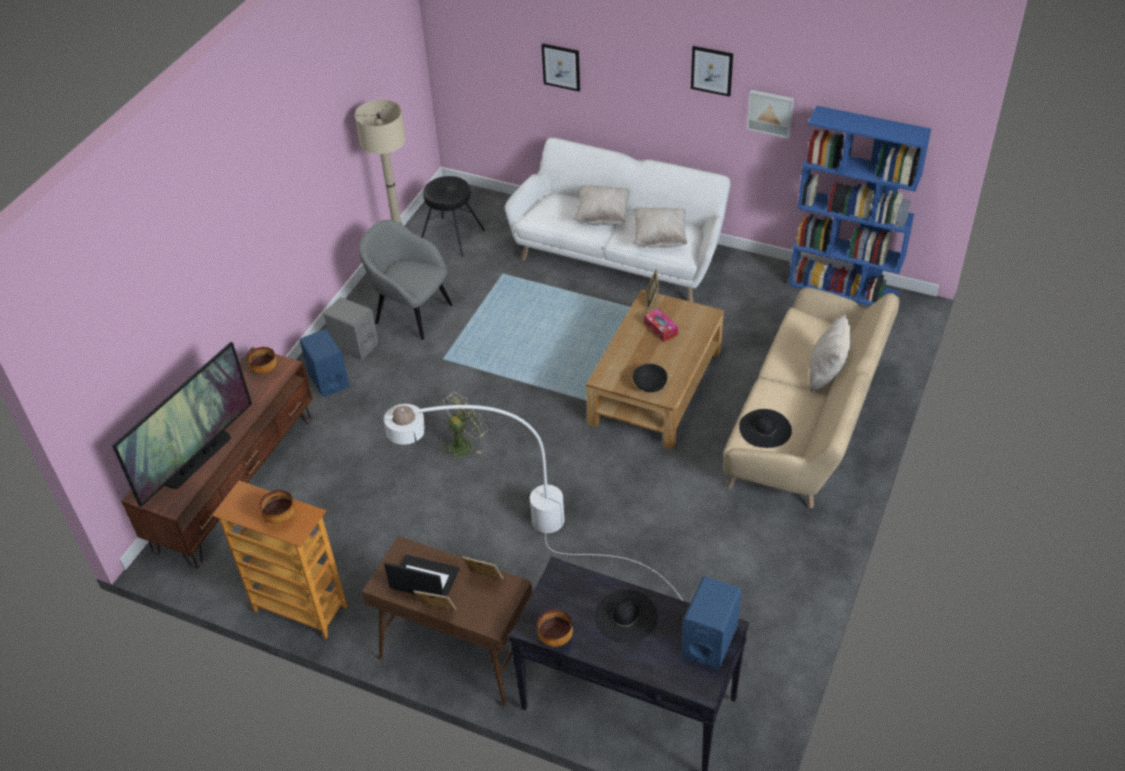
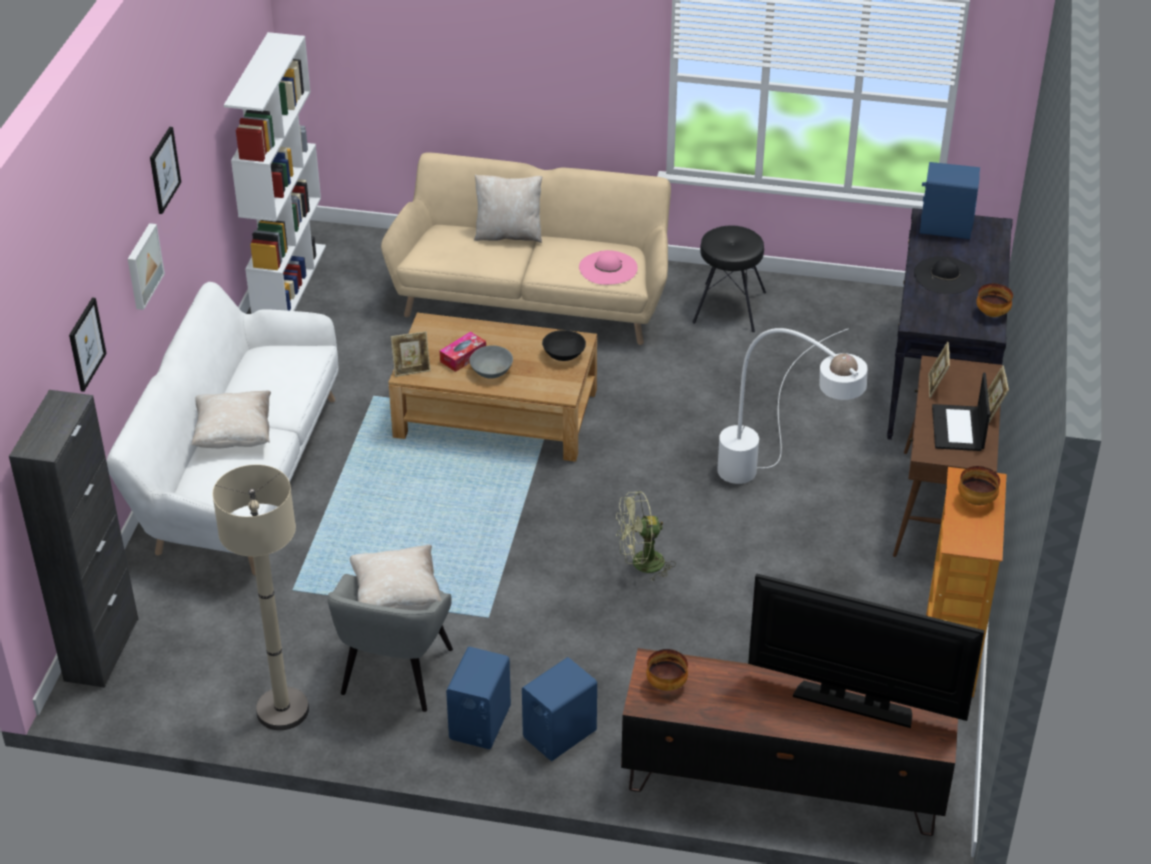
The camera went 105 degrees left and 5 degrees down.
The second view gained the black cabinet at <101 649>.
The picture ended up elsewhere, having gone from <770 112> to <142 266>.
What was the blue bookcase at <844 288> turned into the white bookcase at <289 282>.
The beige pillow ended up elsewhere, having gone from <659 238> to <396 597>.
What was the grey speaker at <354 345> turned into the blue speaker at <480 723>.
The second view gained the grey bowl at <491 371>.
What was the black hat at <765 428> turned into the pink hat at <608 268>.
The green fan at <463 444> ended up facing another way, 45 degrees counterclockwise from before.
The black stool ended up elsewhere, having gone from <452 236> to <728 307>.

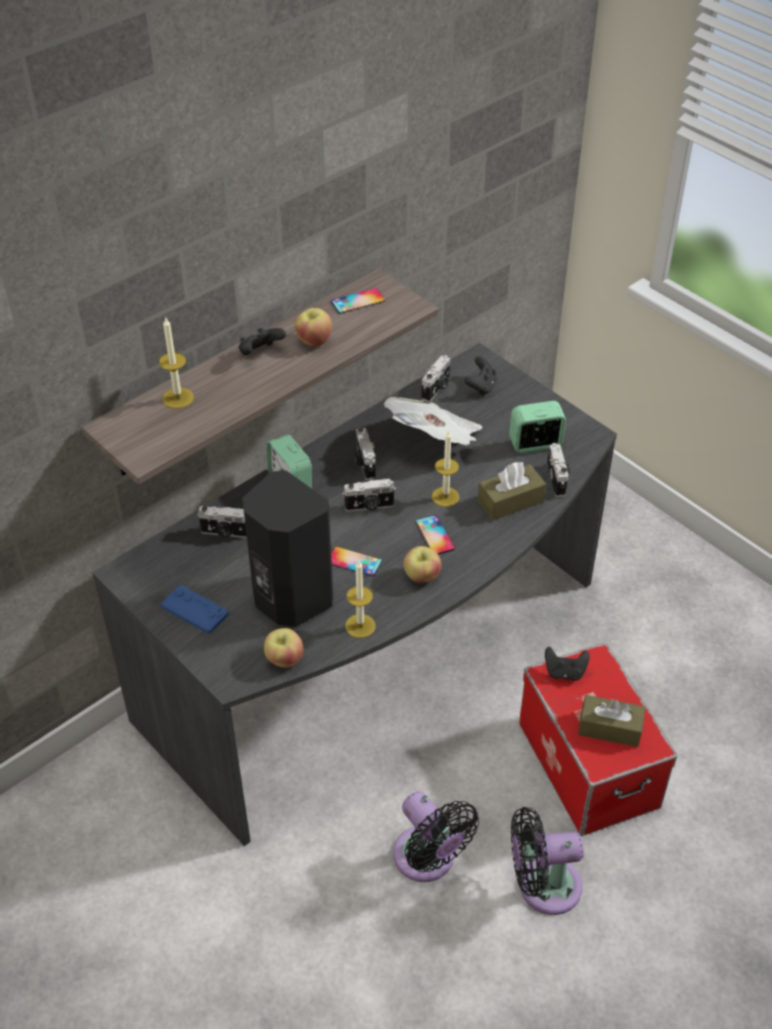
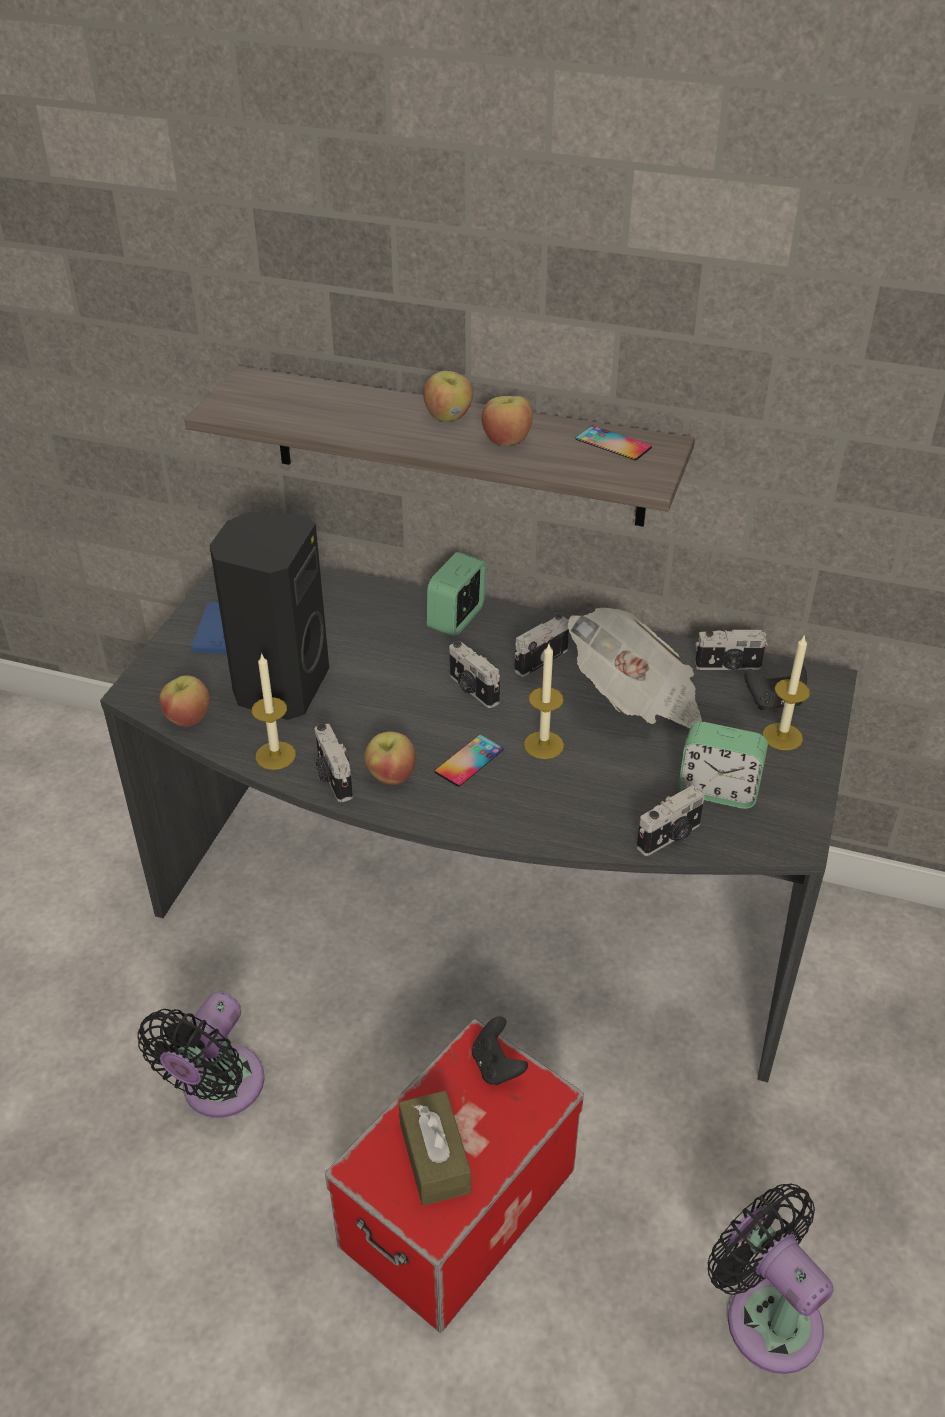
The camera went 60 degrees right and 5 degrees down.
The photo camera ended up elsewhere, having gone from <225 533> to <332 778>.
Where the black game controller stood at <260 353>, the apple came to stand at <449 417>.
The alarm clock at <535 444> ended up facing another way, 150 degrees clockwise from before.
The black fan ended up elsewhere, having gone from <542 886> to <766 1314>.
The candle ended up elsewhere, having gone from <178 398> to <782 736>.
The second view lost the phone at <354 561>.
The second view lost the brown tissue box at <510 501>.

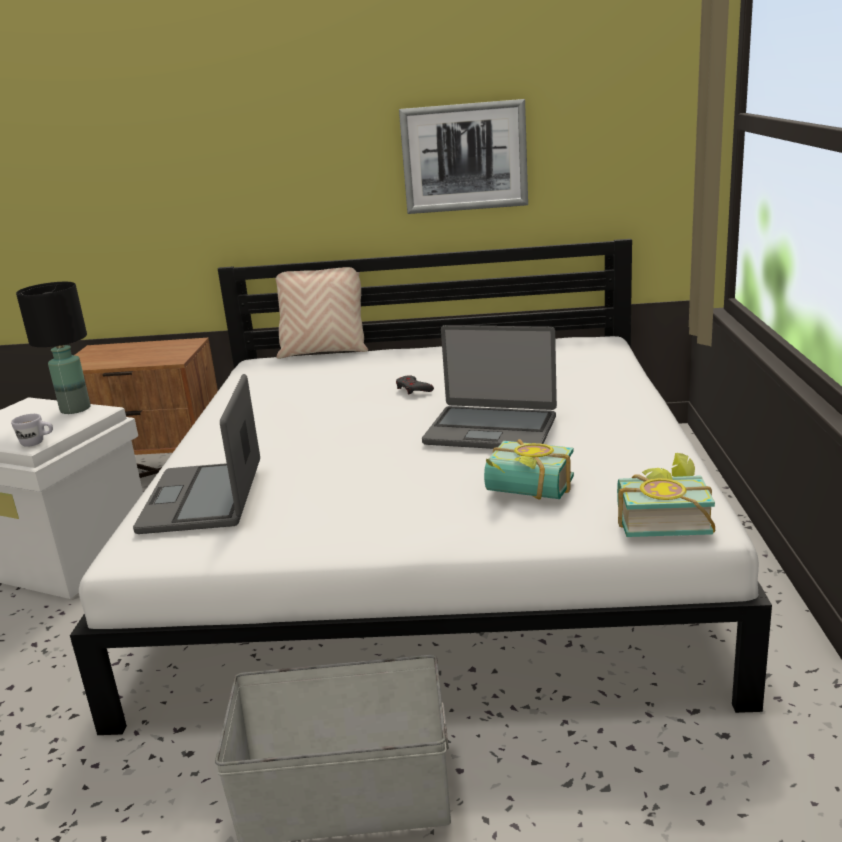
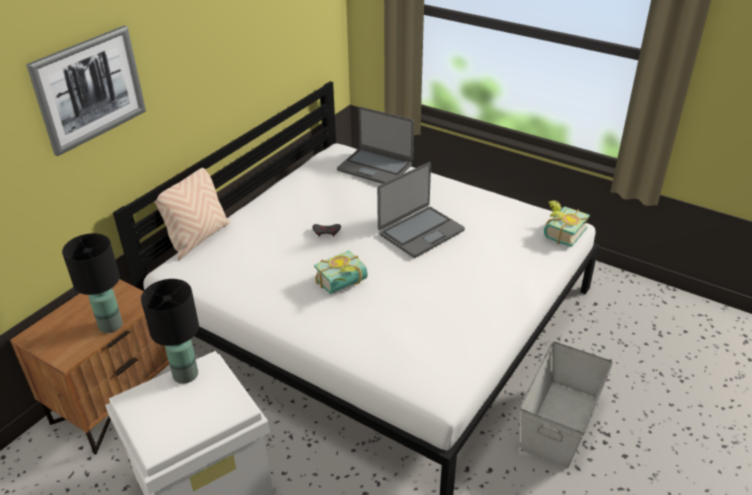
The camera went 60 degrees left and 15 degrees up.
The picture ended up elsewhere, having gone from <464 157> to <89 89>.
The second view gained the black table lamp at <110 325>.
The book ended up elsewhere, having gone from <527 493> to <343 284>.
The laptop ended up elsewhere, having gone from <204 499> to <375 167>.
The second view lost the white mug at <37 443>.

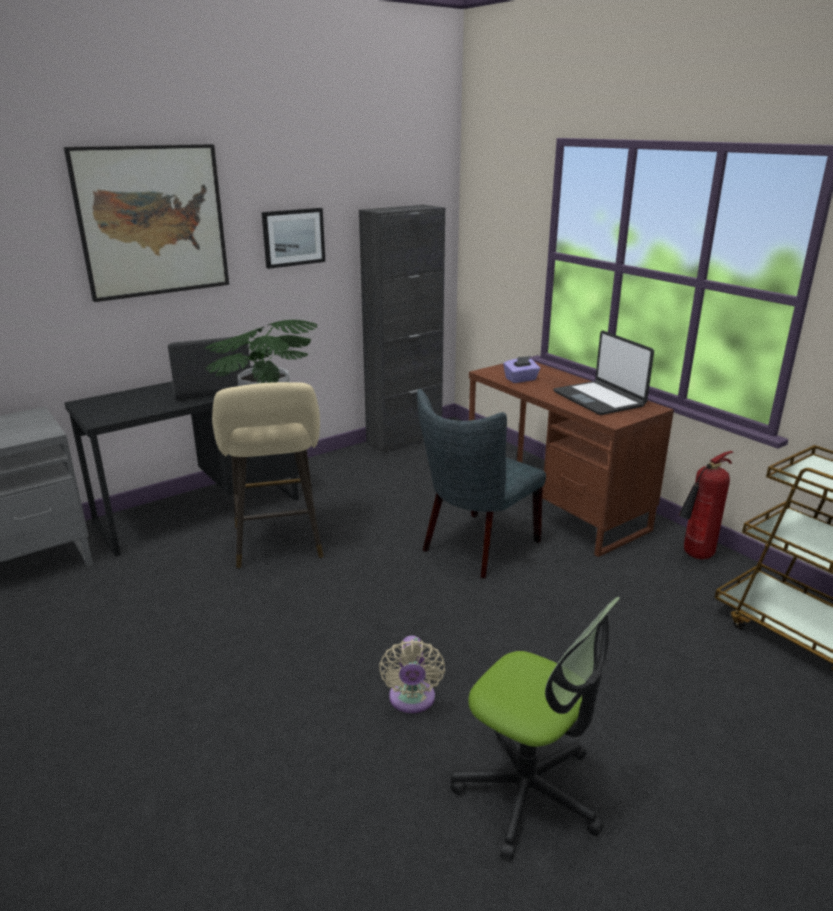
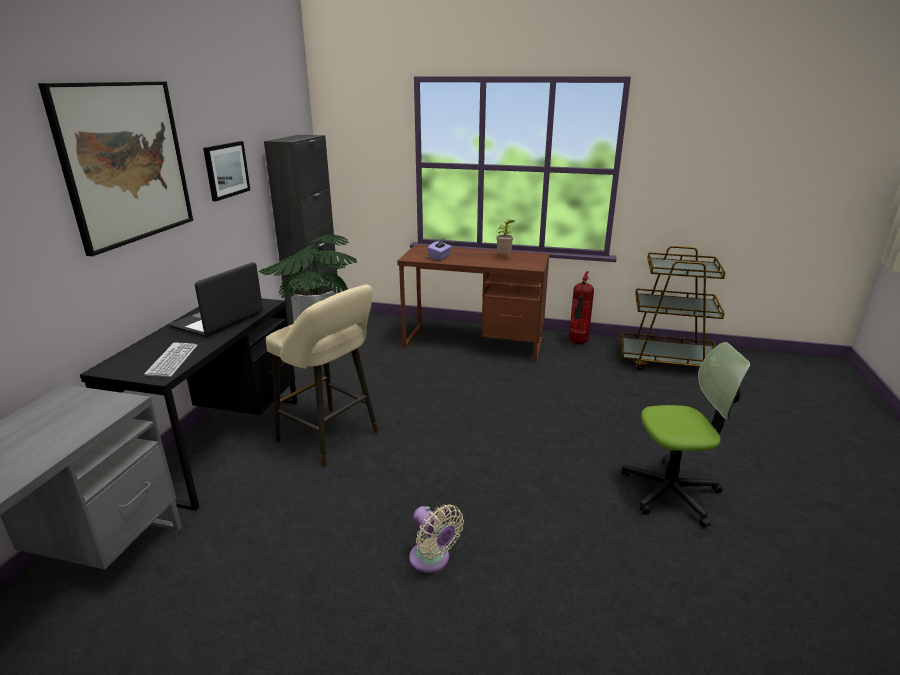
The camera went 40 degrees left and 0 degrees up.
The second view gained the keyboard at <172 360>.
The beige fan ended up elsewhere, having gone from <412 700> to <432 560>.
Where the laptop stood at <599 399>, the potted plant came to stand at <504 257>.
The second view lost the grey chair at <475 548>.

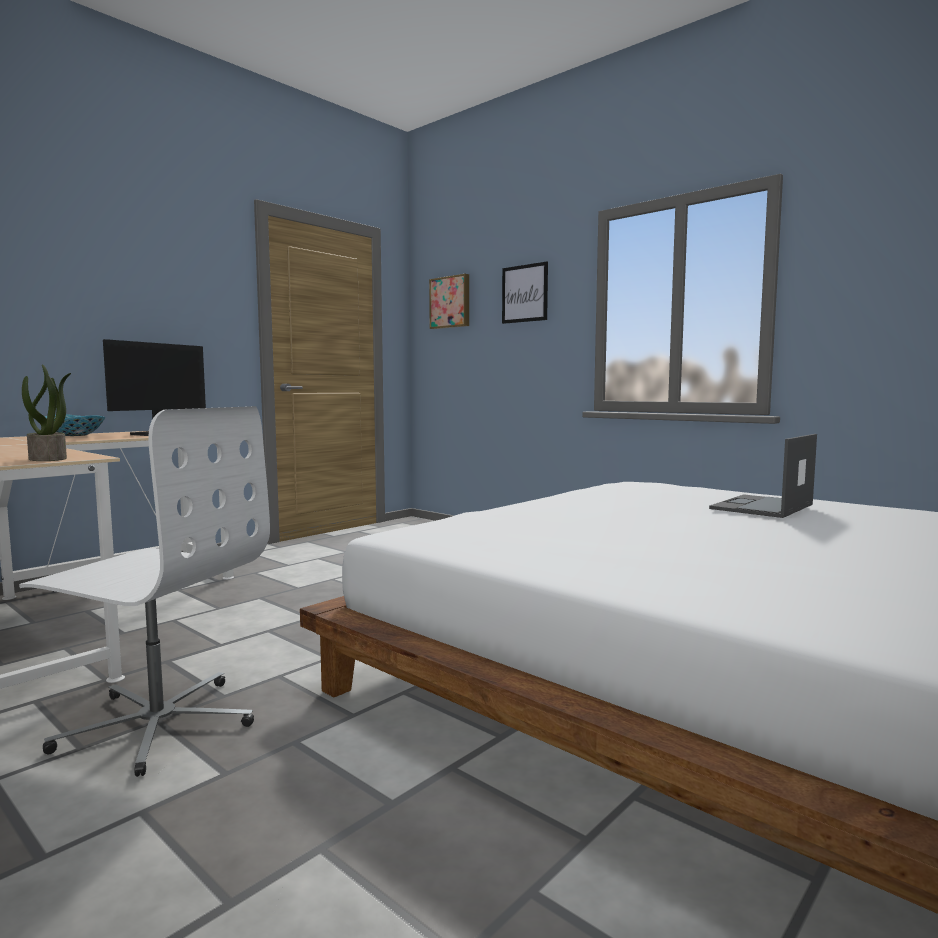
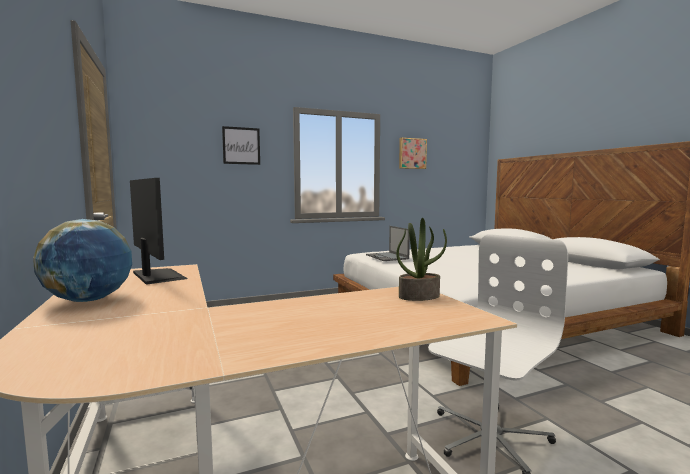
The camera went 65 degrees left and 0 degrees up.
Where the bowl stood at <75 435>, the globe came to stand at <89 300>.
The laptop ended up elsewhere, having gone from <762 507> to <387 257>.
The picture ended up elsewhere, having gone from <451 302> to <412 153>.

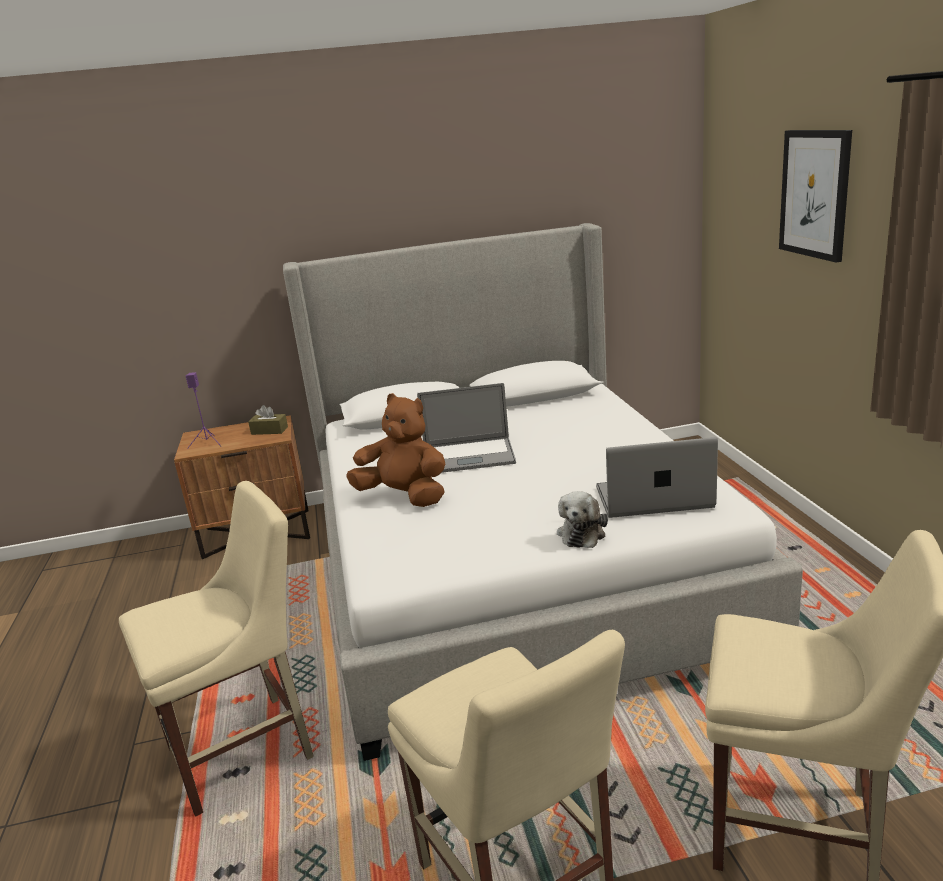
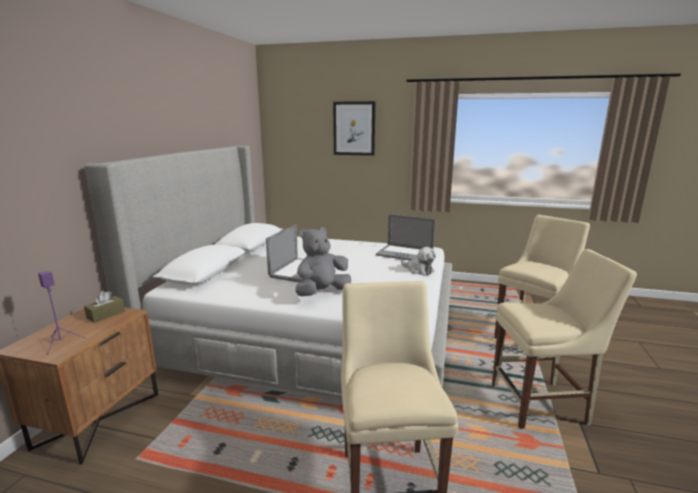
The camera went 65 degrees left and 5 degrees down.
What was the brown plush toy at <404 496> turned into the grey plush toy at <322 293>.
The laptop at <653 497> ended up facing another way, 90 degrees counterclockwise from before.

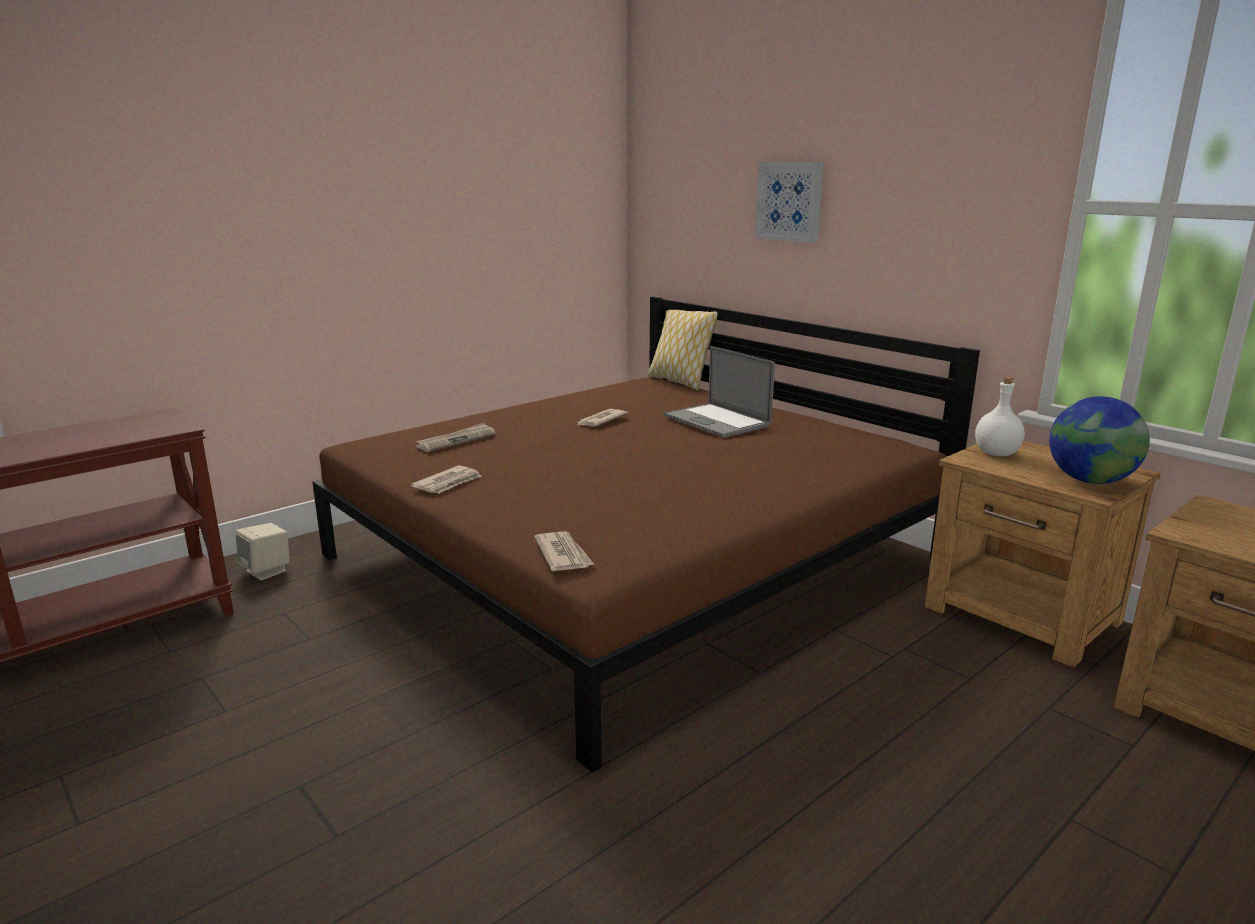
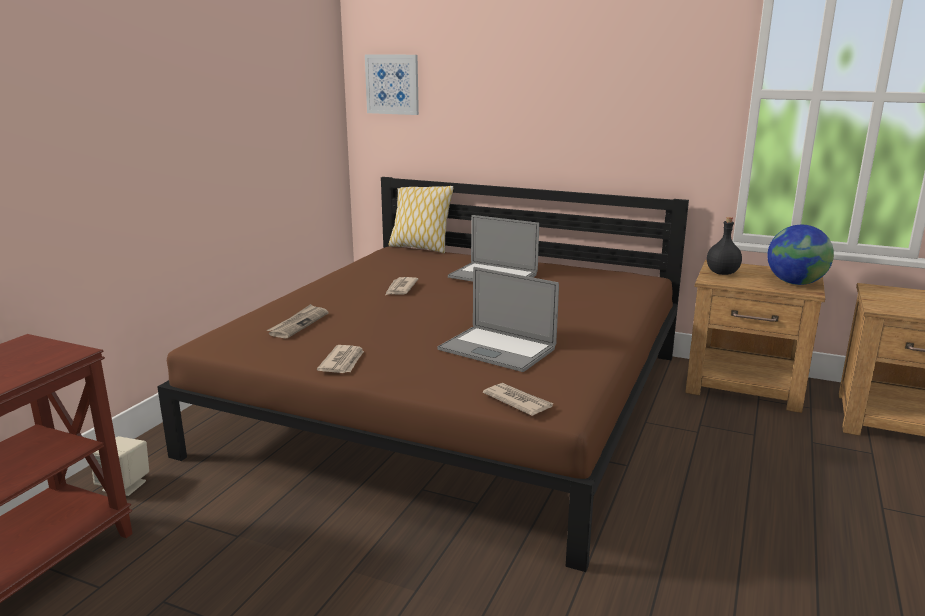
The camera went 25 degrees left and 0 degrees up.
The picture ended up elsewhere, having gone from <789 201> to <392 84>.
The second view gained the laptop at <497 349>.
What was the white bottle at <996 454> turned into the black bottle at <722 273>.

